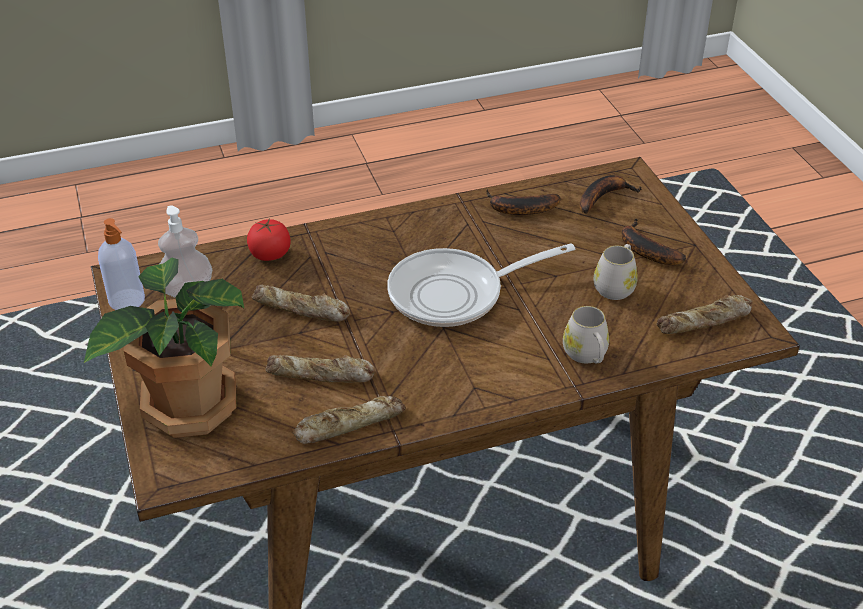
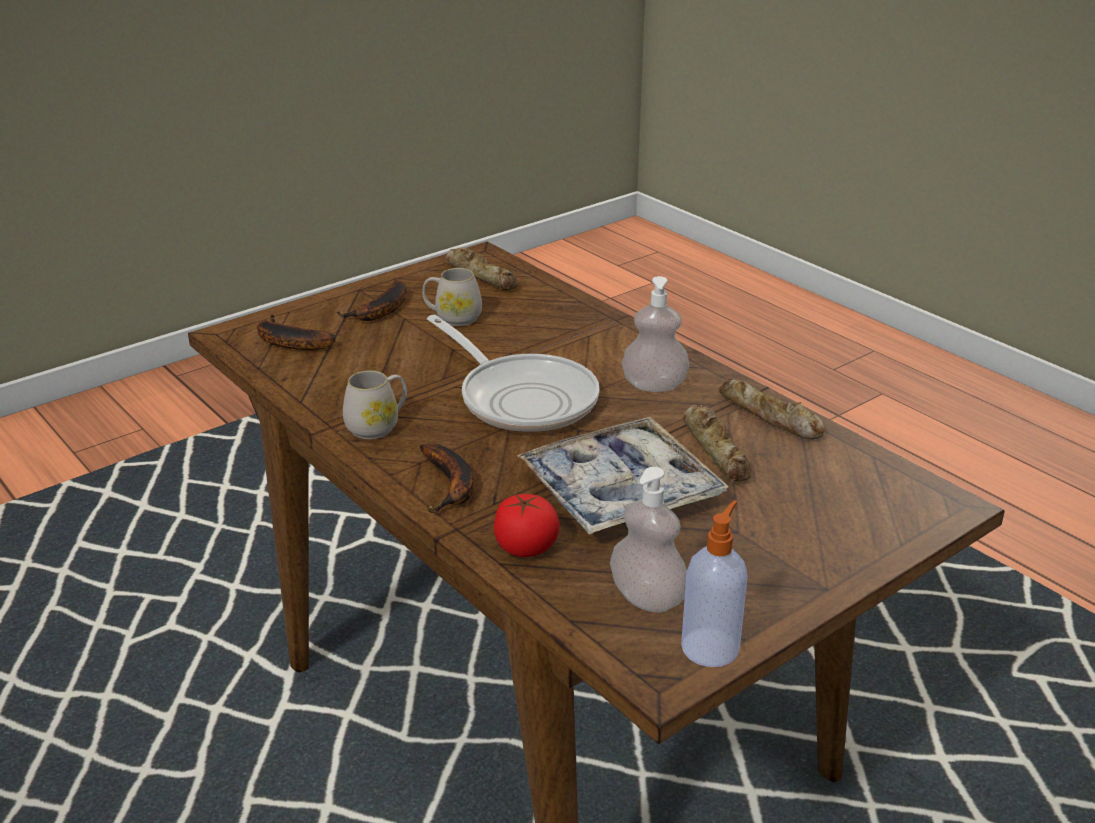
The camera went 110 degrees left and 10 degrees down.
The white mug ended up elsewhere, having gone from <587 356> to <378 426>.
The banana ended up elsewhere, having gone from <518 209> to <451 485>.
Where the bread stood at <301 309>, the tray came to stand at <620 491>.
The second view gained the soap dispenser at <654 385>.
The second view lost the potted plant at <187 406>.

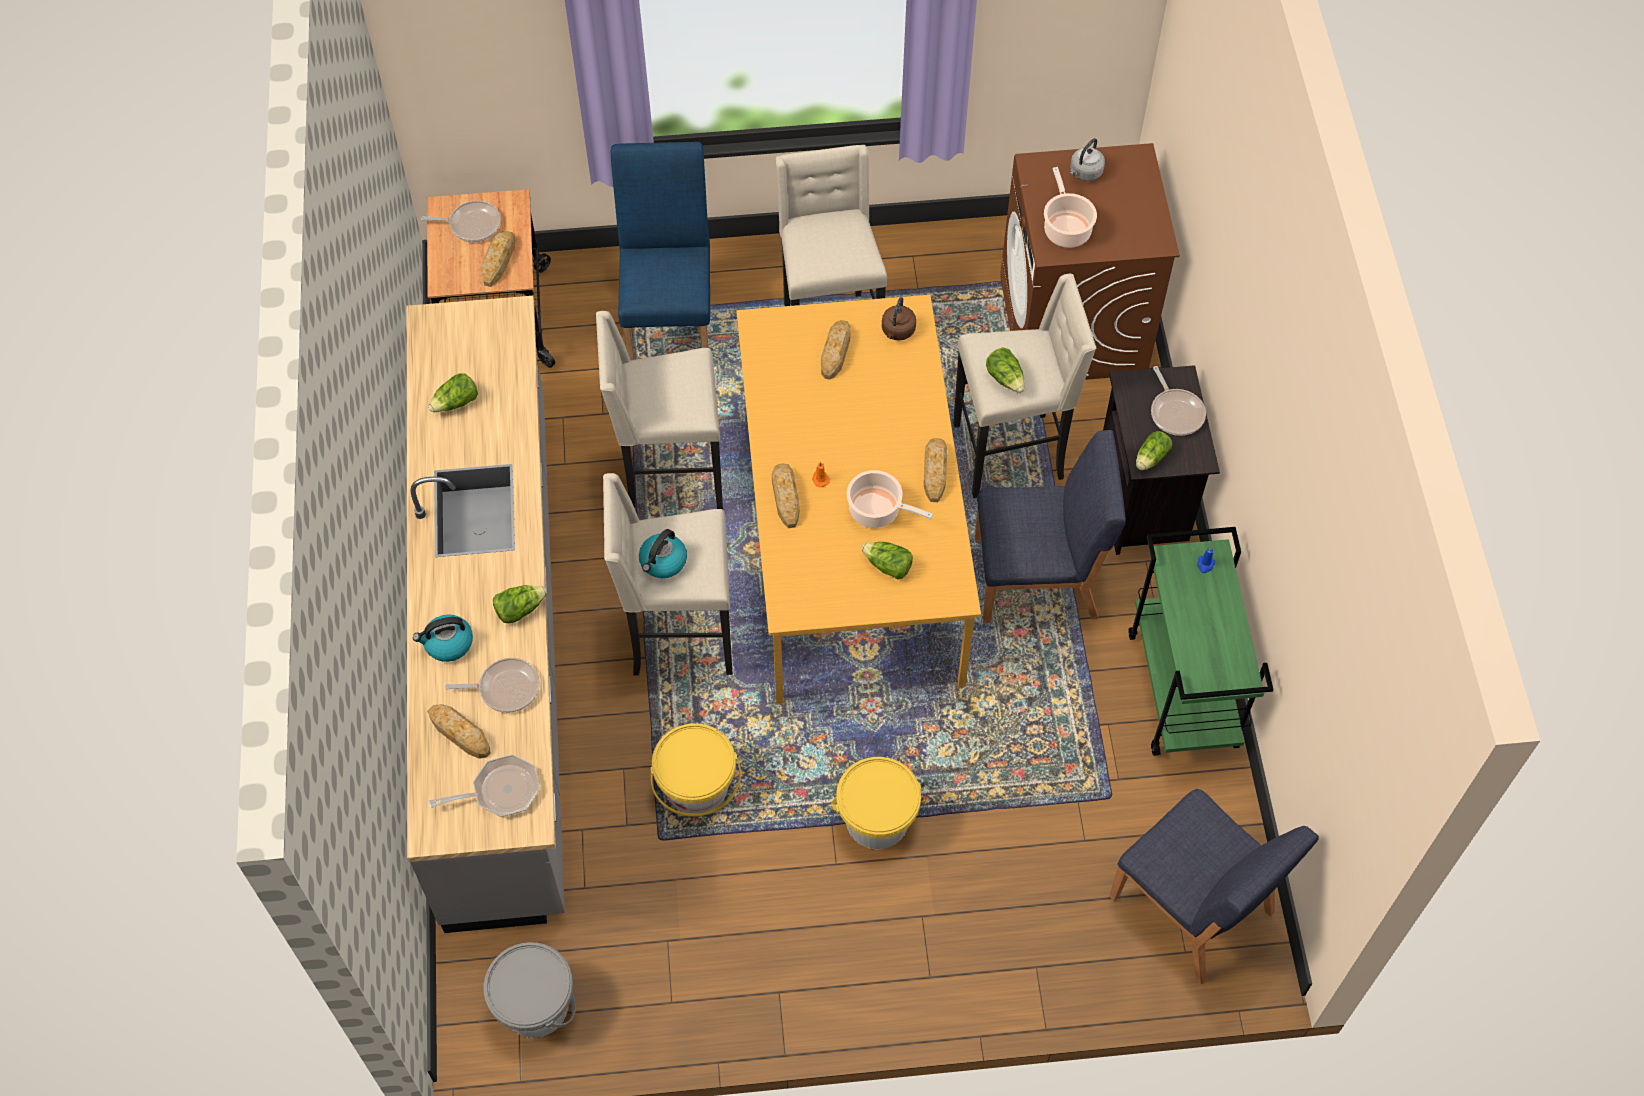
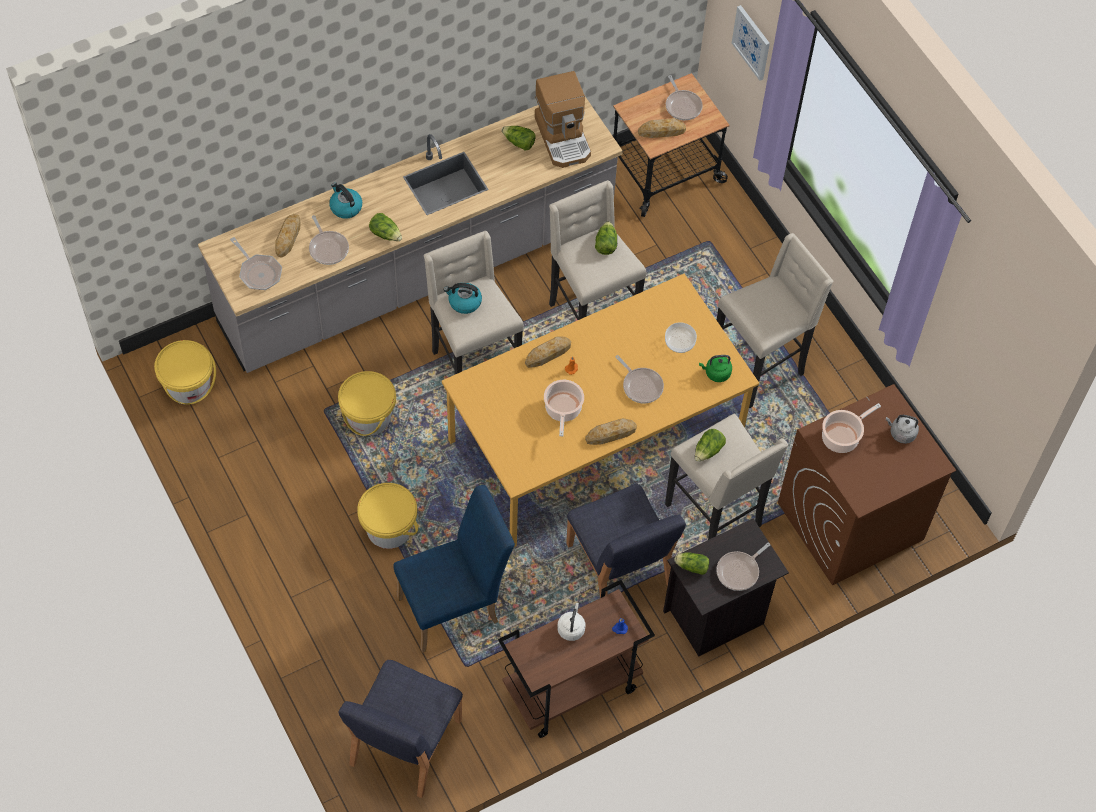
The camera went 65 degrees right and 0 degrees up.
What was the grey bucket at <535 1005> turned into the yellow bucket at <188 386>.
The blue chair ended up elsewhere, having gone from <670 319> to <455 607>.
What was the green cart at <1184 691> turned into the brown cart at <571 689>.
The second view gained the coffee machine at <564 137>.
The second view gained the white kettle at <571 628>.
The lettuce ended up elsewhere, having gone from <888 566> to <605 244>.
The second view gained the frying pan at <641 385>.
Where the bread stood at <836 351>, the bowl came to stand at <680 342>.
What was the brown kettle at <897 331> turned into the green kettle at <716 373>.
The second view gained the picture at <752 42>.

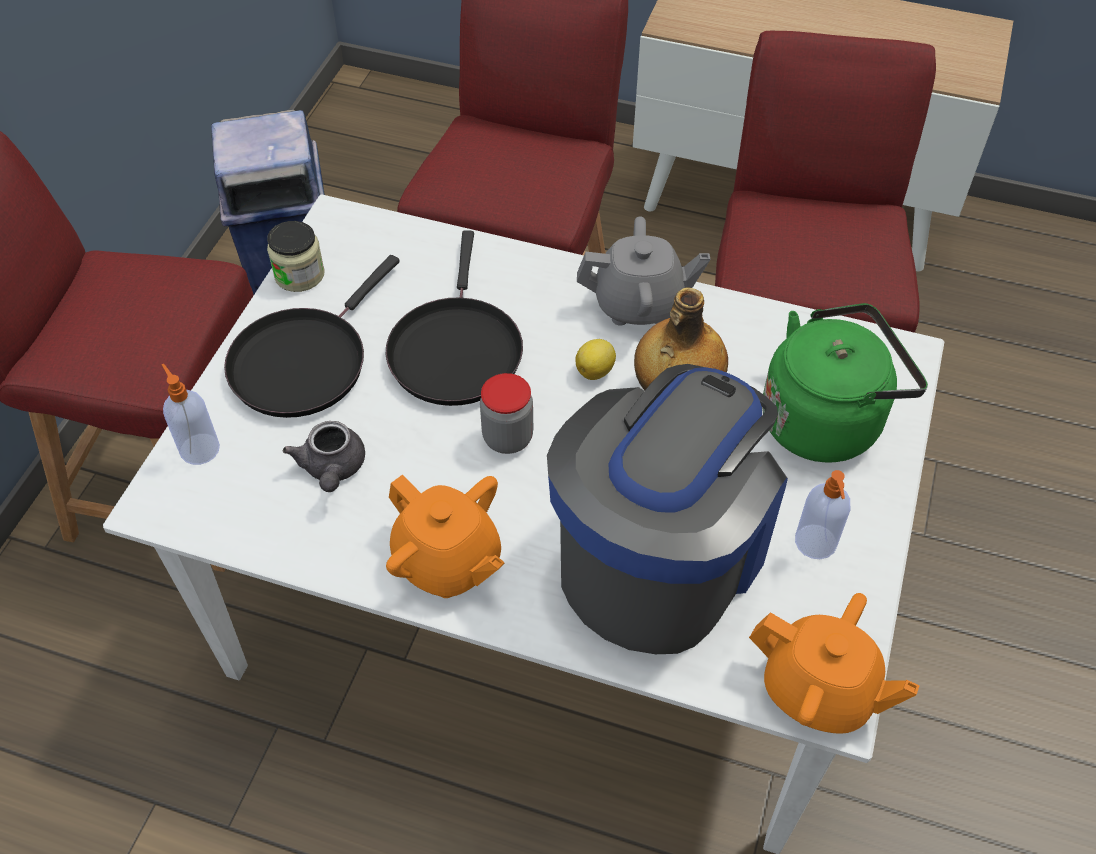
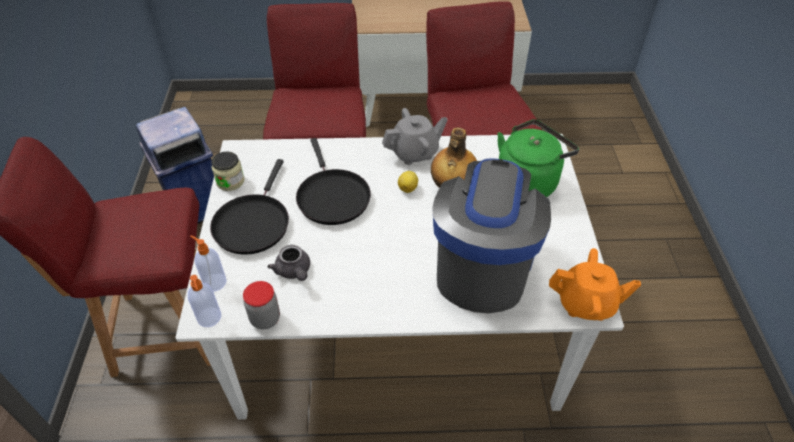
The camera went 20 degrees left and 5 degrees down.
The soap dispenser ended up elsewhere, having gone from <816 543> to <209 318>.
The jar ended up elsewhere, having gone from <507 438> to <265 319>.
The second view lost the orange teapot at <447 562>.

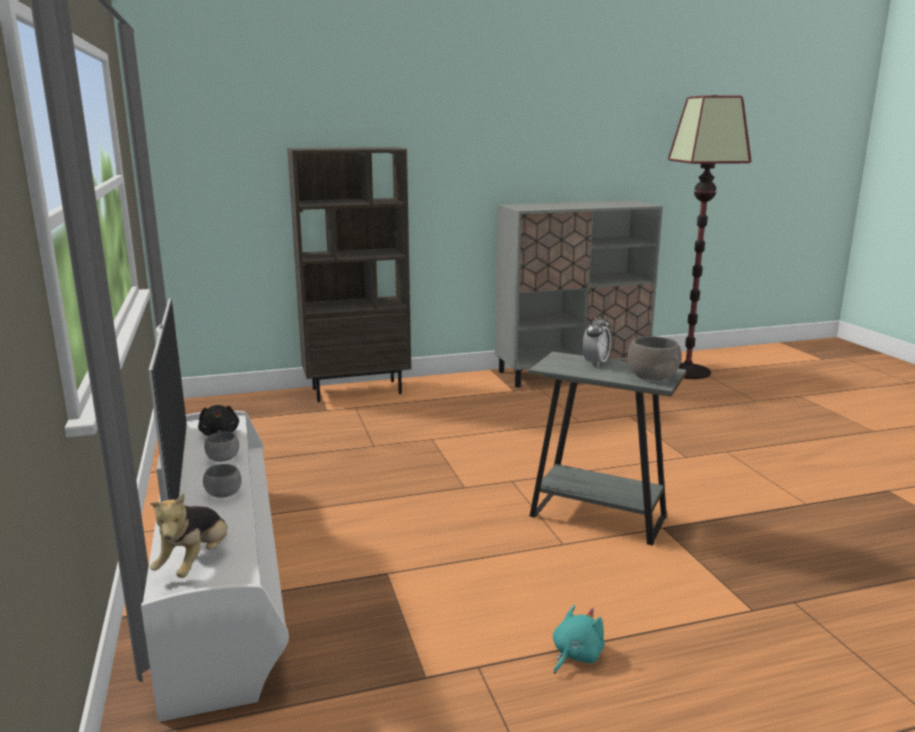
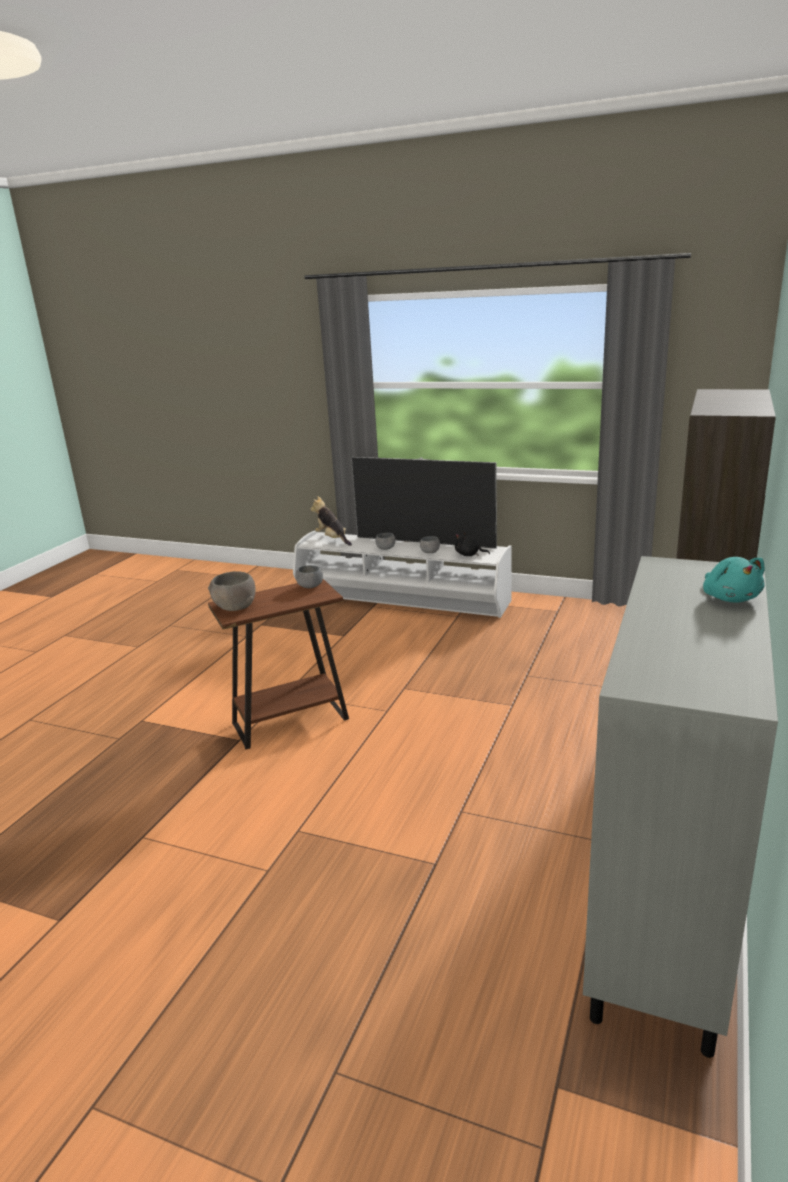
The camera went 130 degrees right and 5 degrees up.
What was the grey side table at <597 517> turned into the brown side table at <290 721>.
The second view gained the grey bowl at <310 586>.
The turquoise plush toy ended up elsewhere, having gone from <575 655> to <730 598>.
The second view lost the alarm clock at <595 363>.
The second view lost the floor lamp at <687 371>.

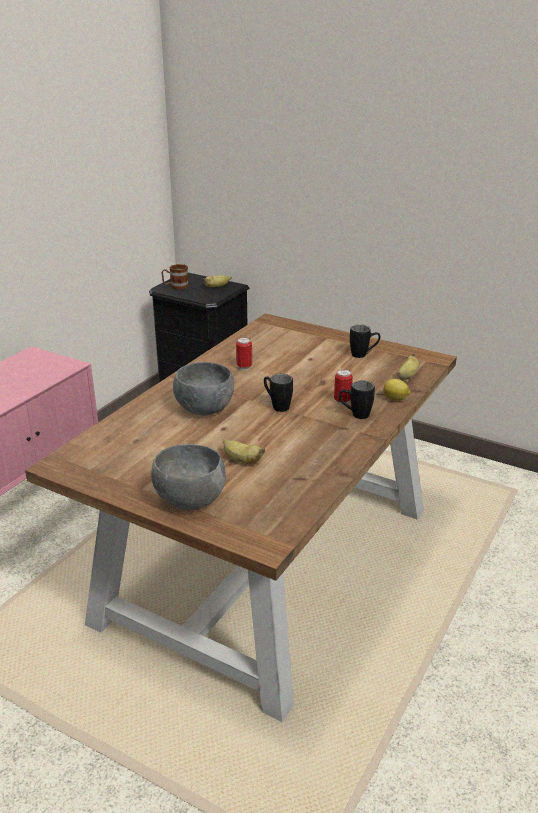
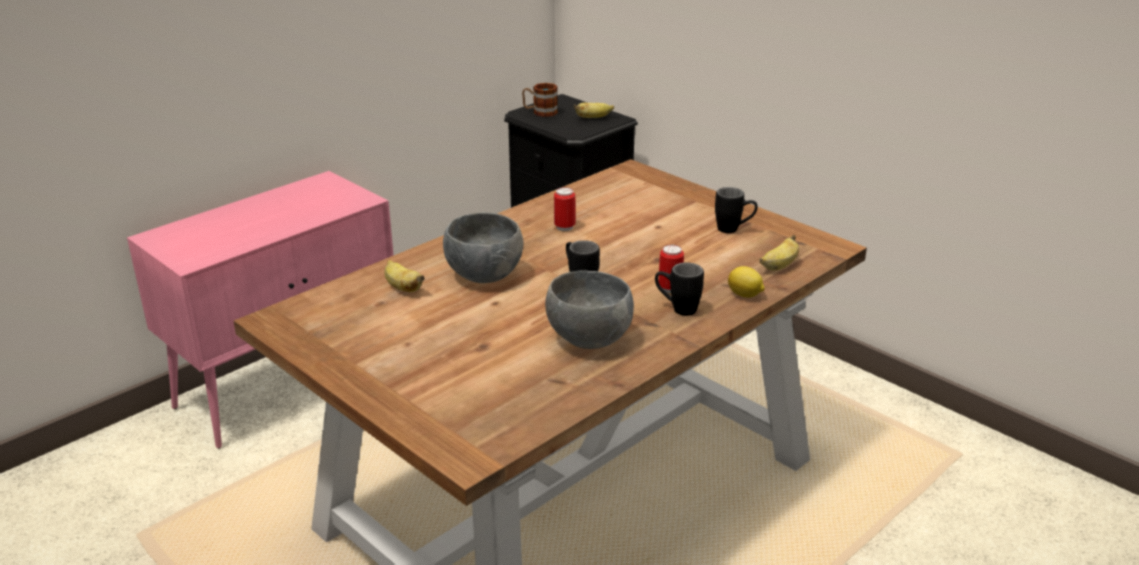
The camera went 15 degrees right and 0 degrees up.
The banana ended up elsewhere, having gone from <241 460> to <402 288>.
The grey bowl ended up elsewhere, having gone from <190 502> to <589 340>.

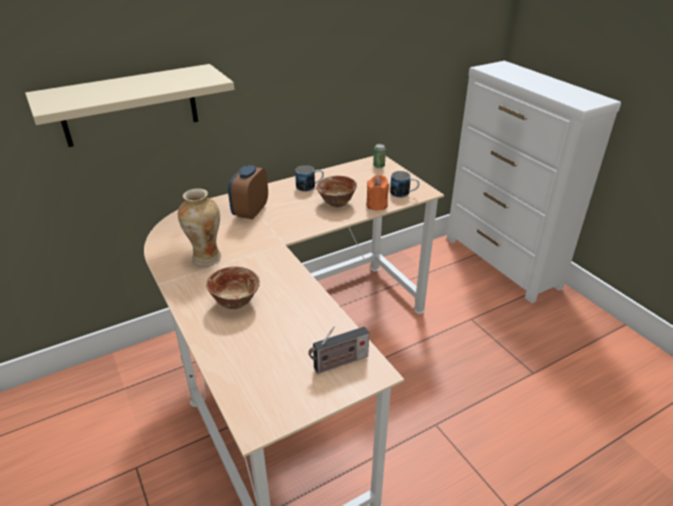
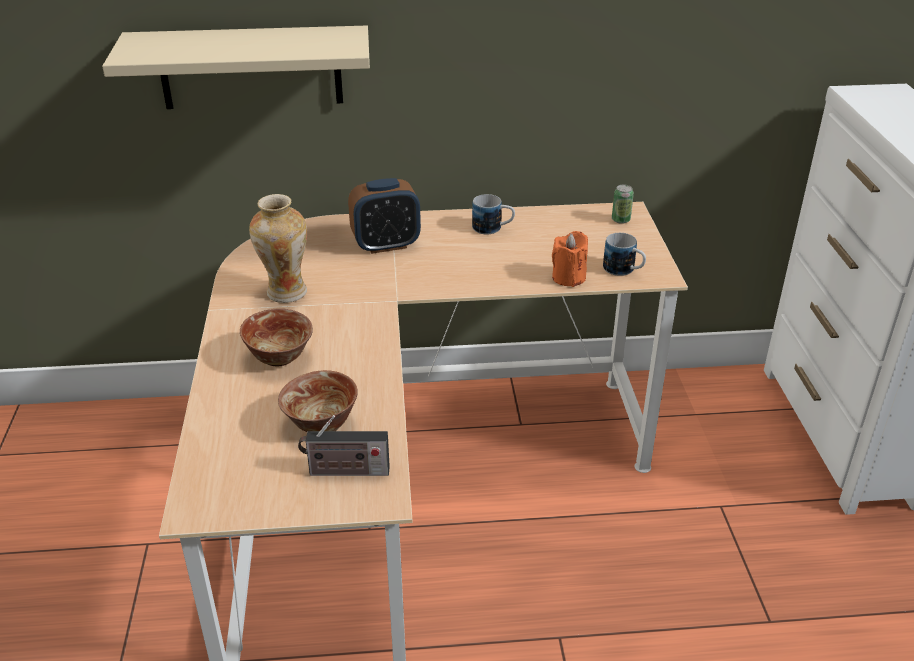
The camera went 25 degrees right and 0 degrees up.
The bowl ended up elsewhere, having gone from <337 203> to <321 425>.
The alarm clock at <250 212> ended up facing another way, 150 degrees counterclockwise from before.

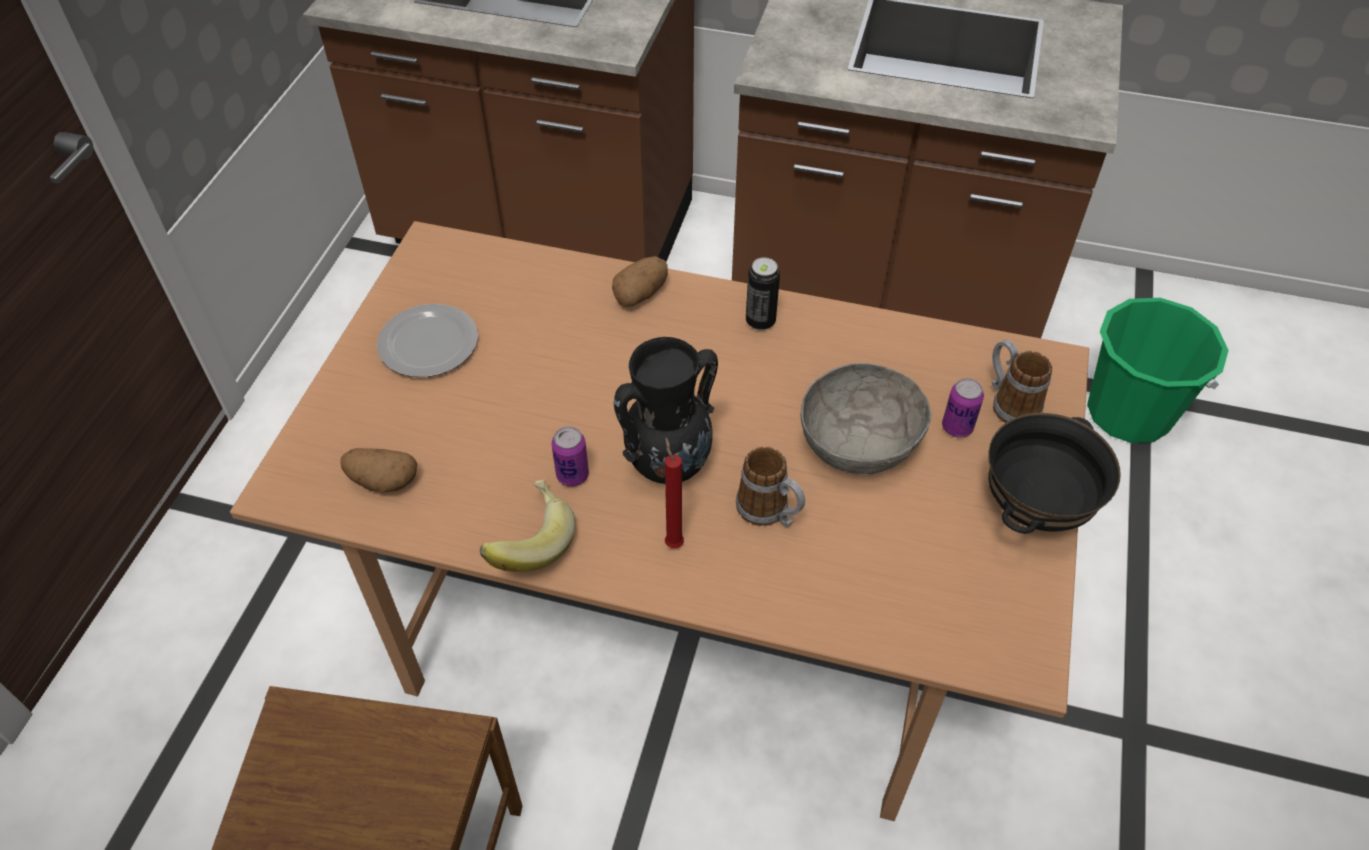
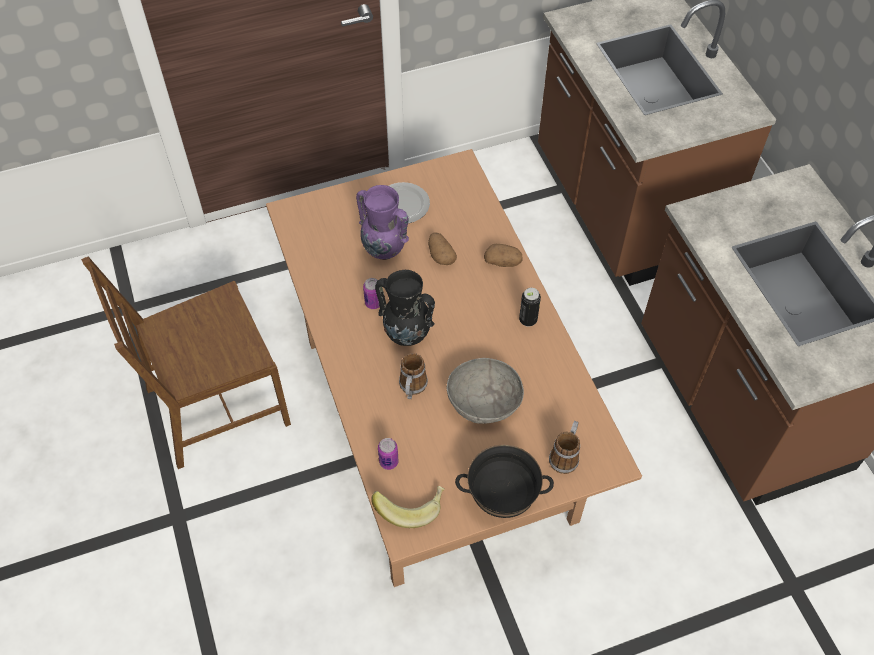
The camera went 55 degrees right and 5 degrees up.
The second view gained the purple vase at <384 251>.
The banana ended up elsewhere, having gone from <528 541> to <410 507>.
The can ended up elsewhere, having gone from <957 427> to <388 462>.
The potato ended up elsewhere, having gone from <382 481> to <440 255>.
The second view lost the red candle at <673 542>.
The second view lost the green bucket at <1129 412>.

